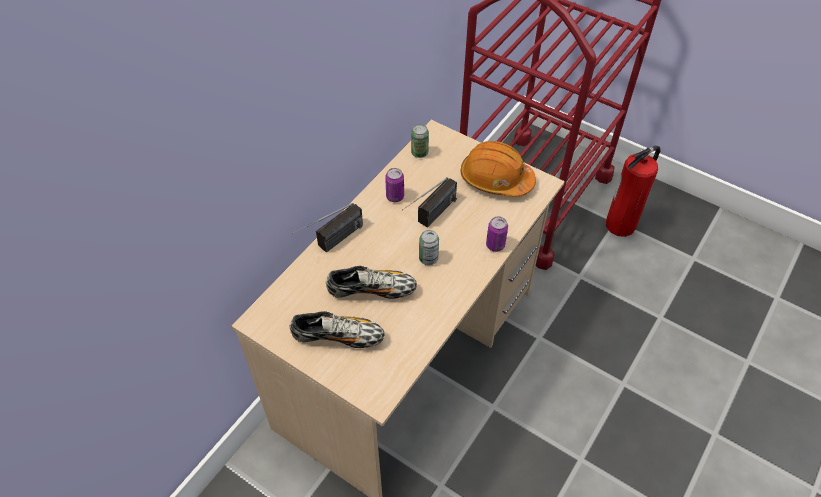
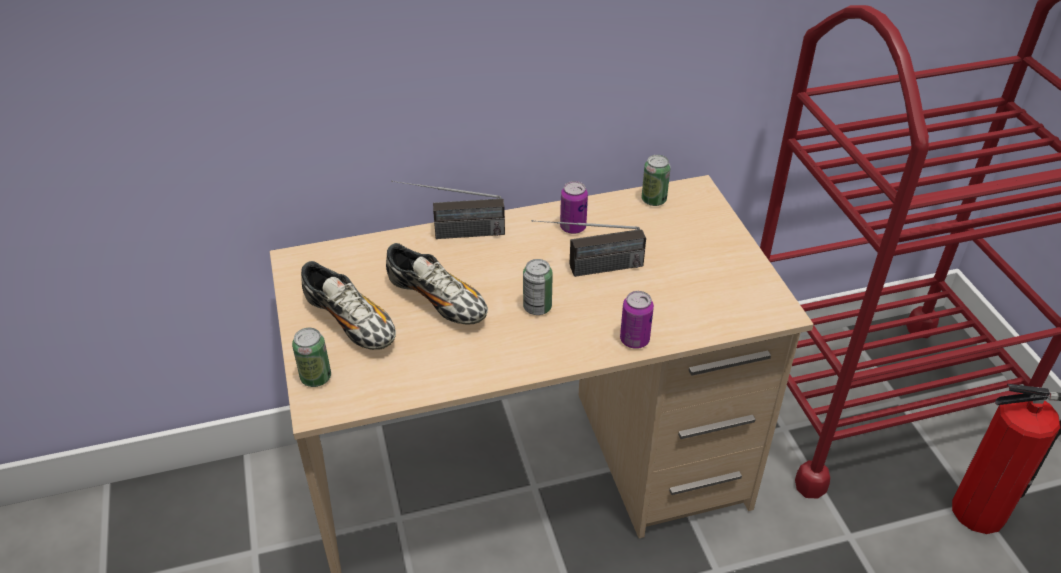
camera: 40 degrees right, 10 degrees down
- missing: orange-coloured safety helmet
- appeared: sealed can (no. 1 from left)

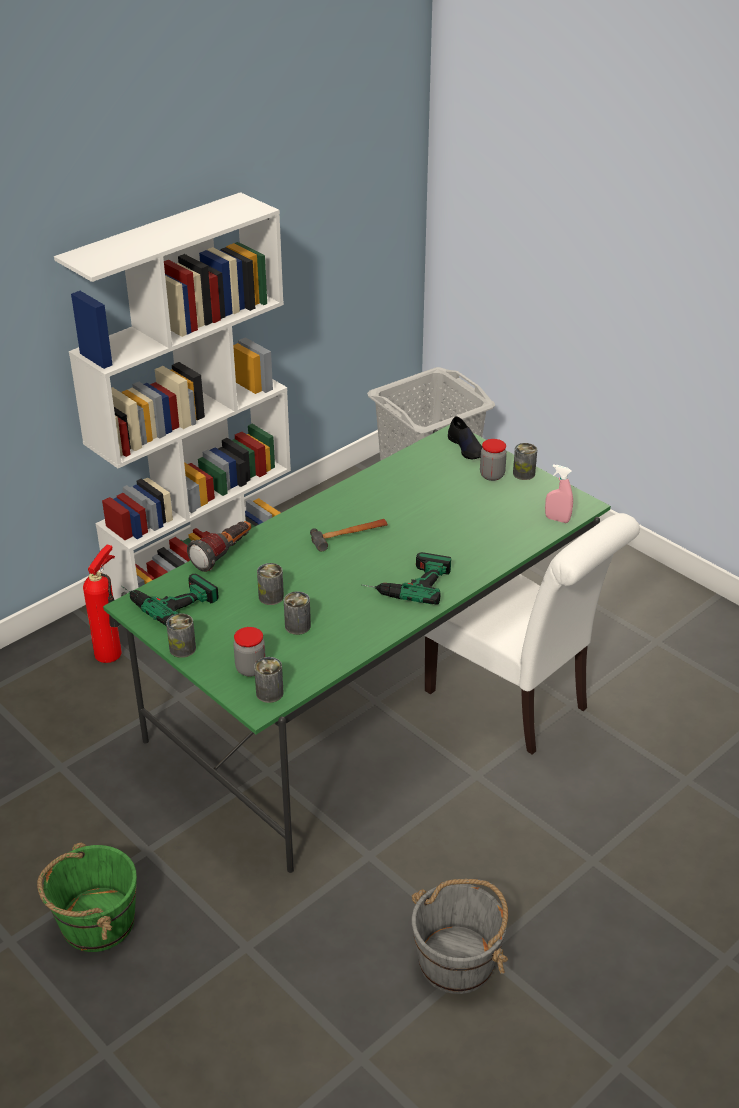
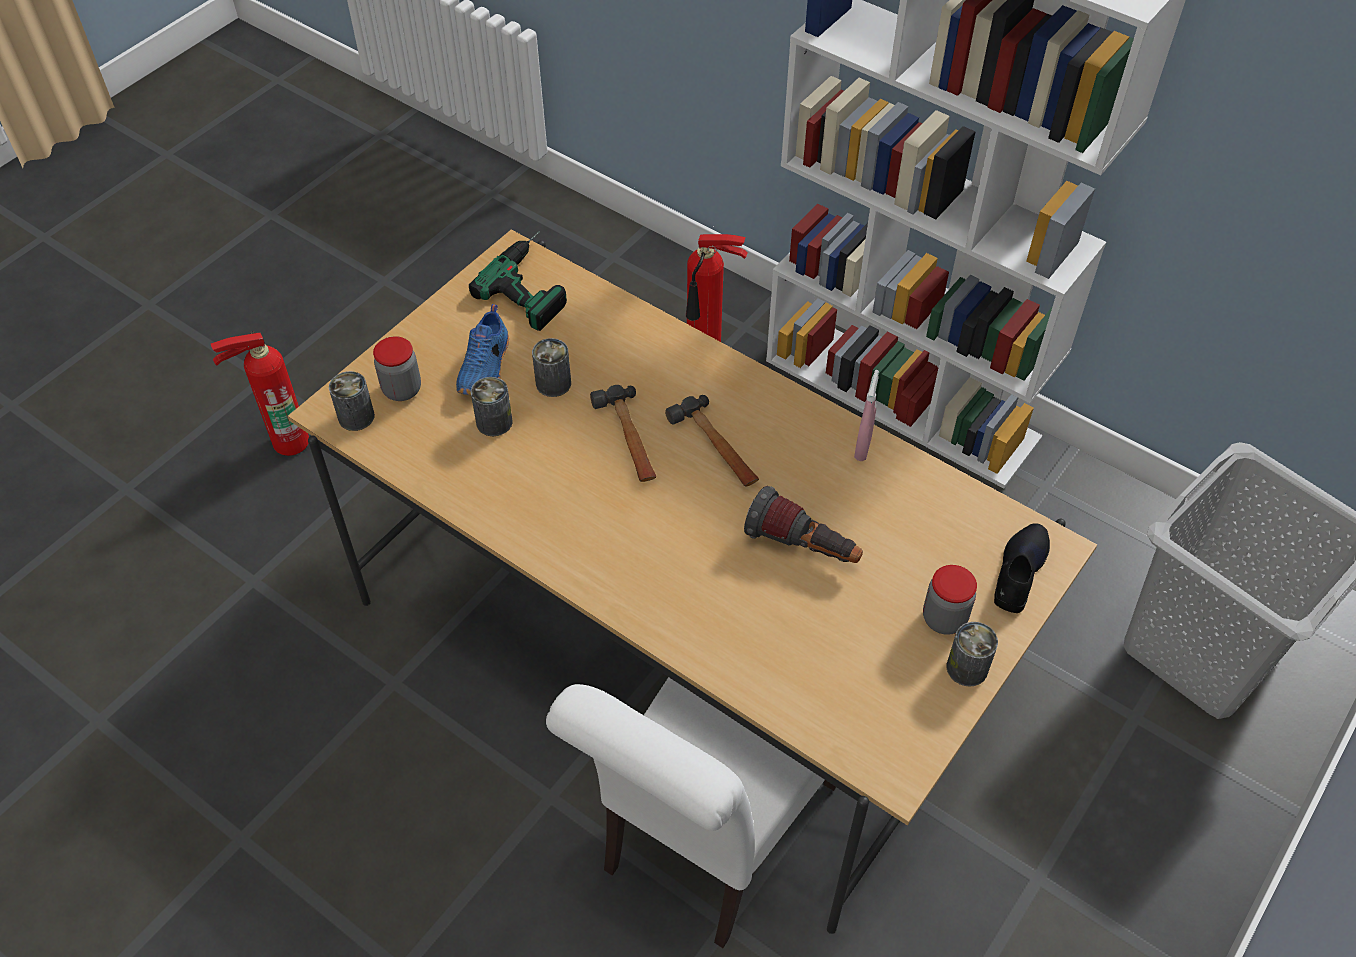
camera: 80 degrees right, 15 degrees up
- missing: sealed can (no. 1 from left)
- missing: electric drill (no. 2 from left)
- missing: grey bucket
- appeared: bluish shoe
- appeared: hand hammer (no. 1 from left)
- relocated: torch
- relocated: pink-coloured hand sprayer
- exchanged: greenish bucket to extinguisher (no. 1 from left)
- colour: greenish dinner table to beige dinner table
- spun: black shoe 150 degrees clockwise

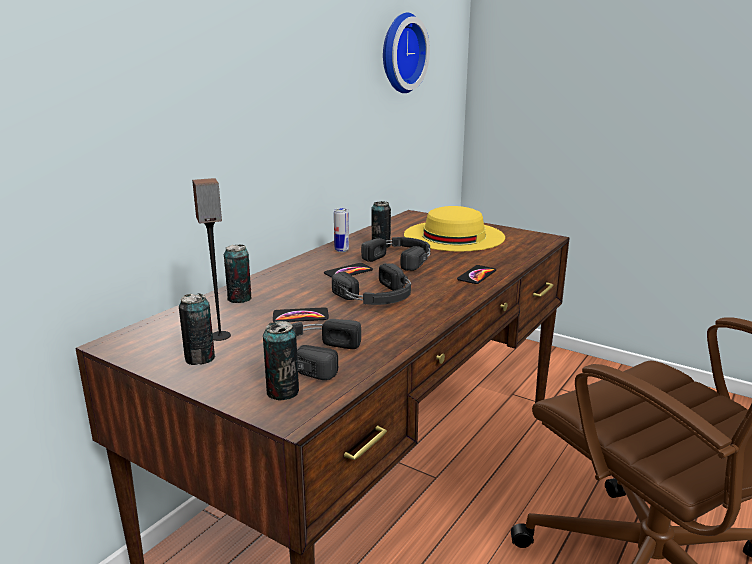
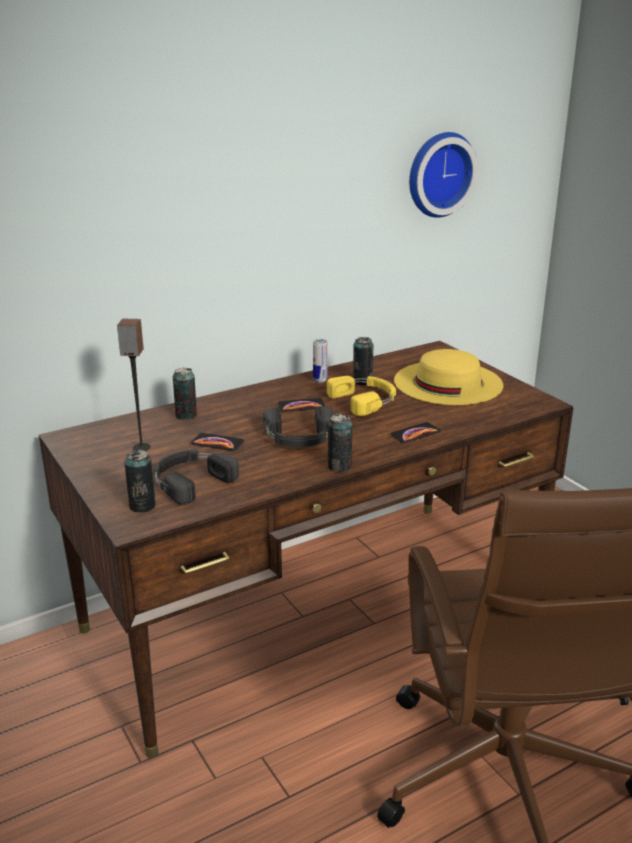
camera: 25 degrees right, 5 degrees up
- relocated: sealed can (no. 1 from left in the first image) to sealed can (no. 4 from left)
- colour: black pair of headphones (no. 3 from left) to yellow pair of headphones

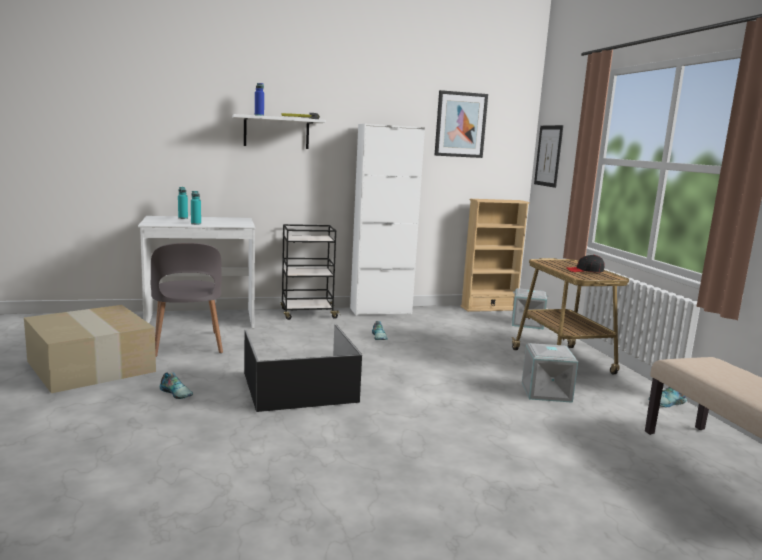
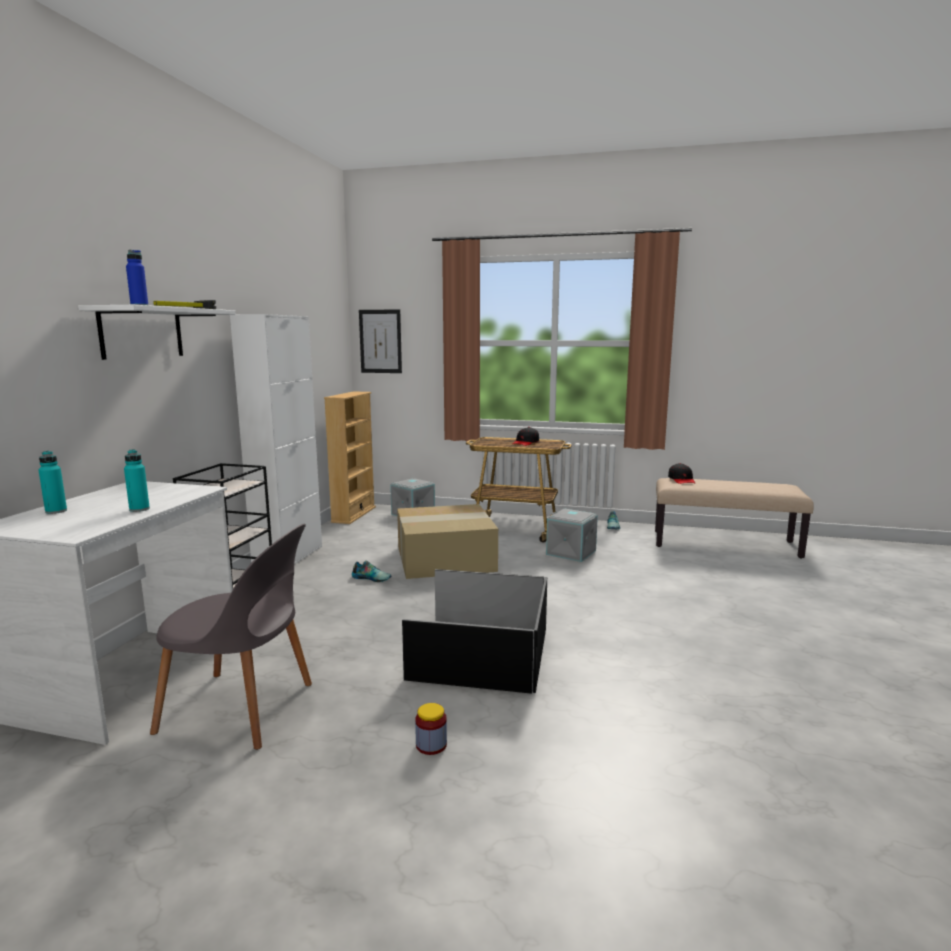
camera: 60 degrees left, 0 degrees up
- missing: wall art (no. 1 from left)
- appeared: black baseball cap (no. 2 from left)
- relocated: carton
- exchanged: shoe (no. 1 from left) to storage jar

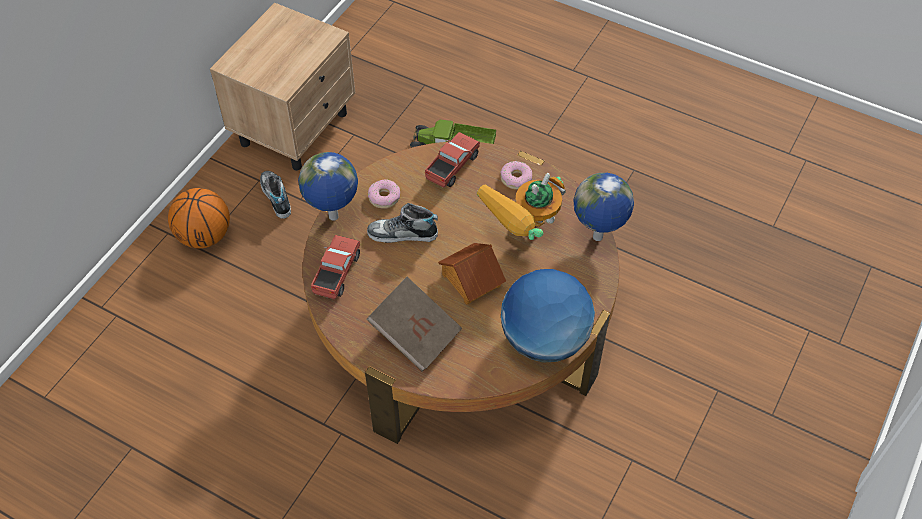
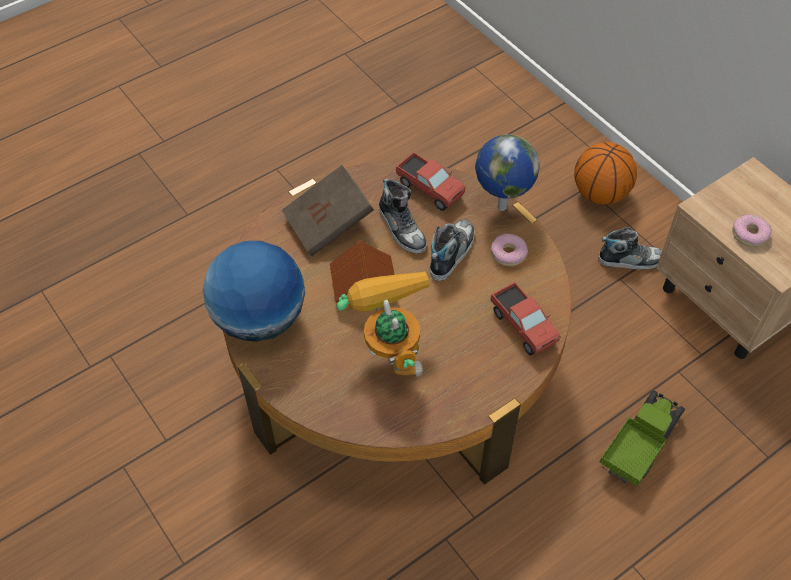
camera: 115 degrees right, 0 degrees up
- missing: world globe (no. 3 from left)
- appeared: shoe (no. 1 from left)
- relocated: donut (no. 2 from left)

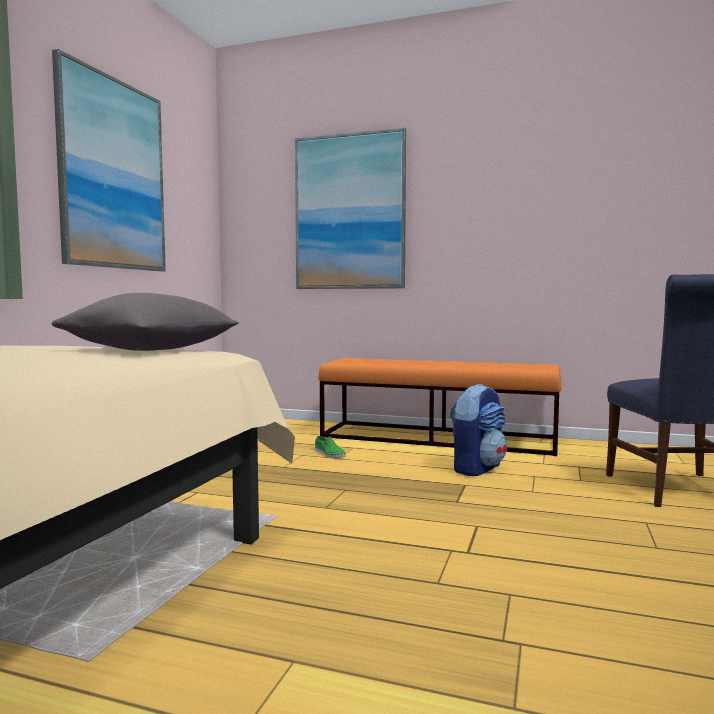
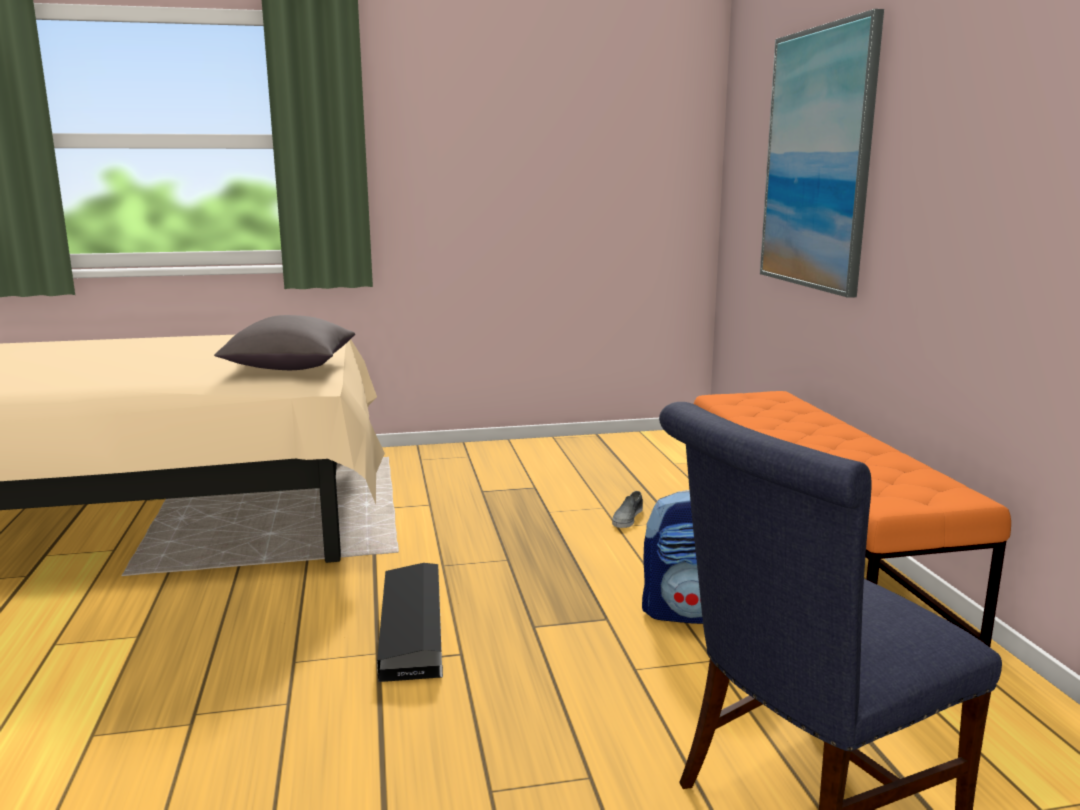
camera: 60 degrees right, 10 degrees up
- missing: wall art (no. 1 from left)
- appeared: black storage container
- colour: greenish shoe to grey shoe

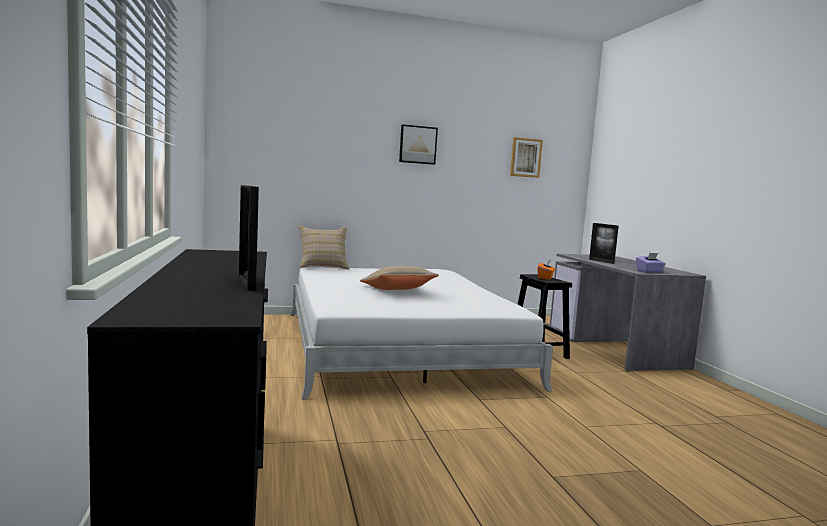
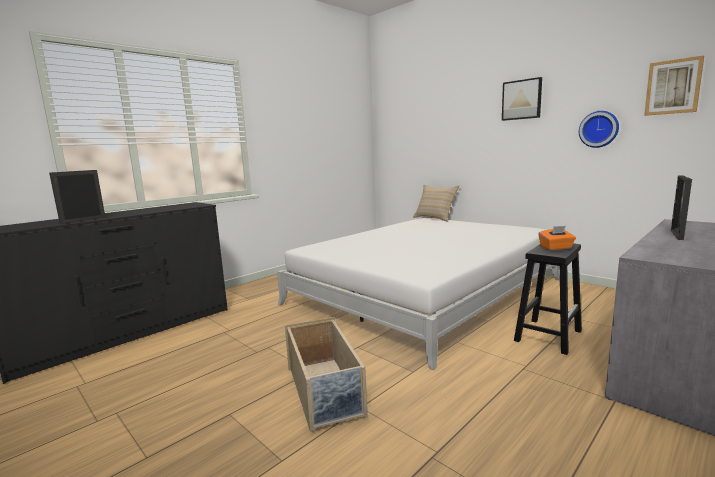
camera: 60 degrees right, 5 degrees up
- missing: beige pillow (no. 2 from left)
- missing: purple-coloured tissue box
- appeared: beige storage container
- appeared: clock on the wall

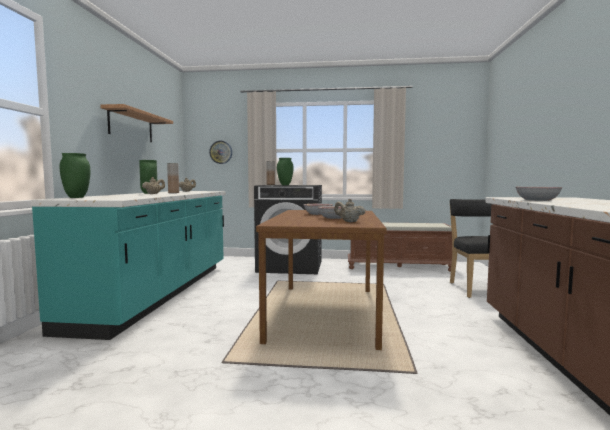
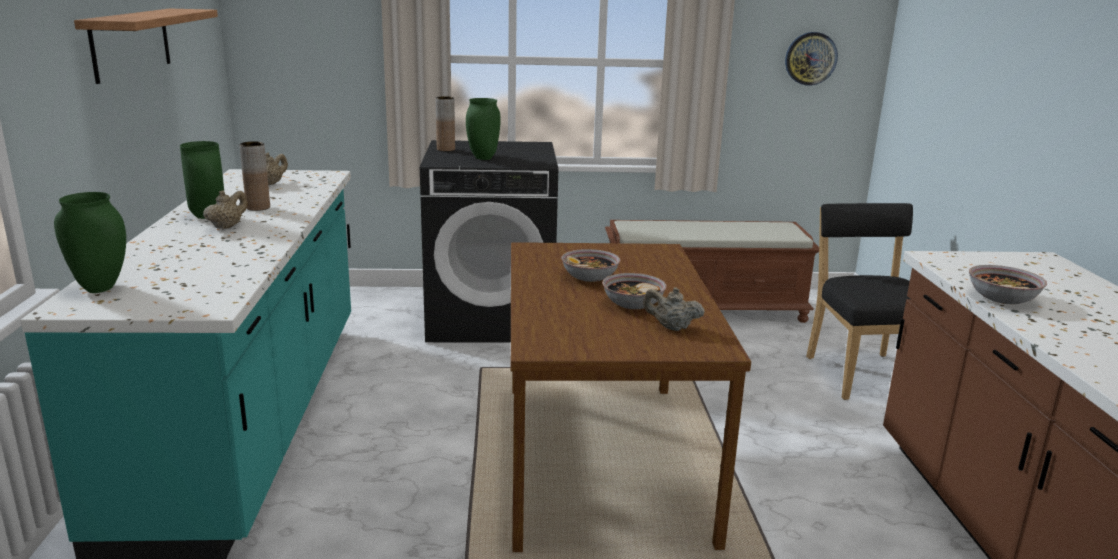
camera: 10 degrees left, 15 degrees up
- relocated: clock on the wall

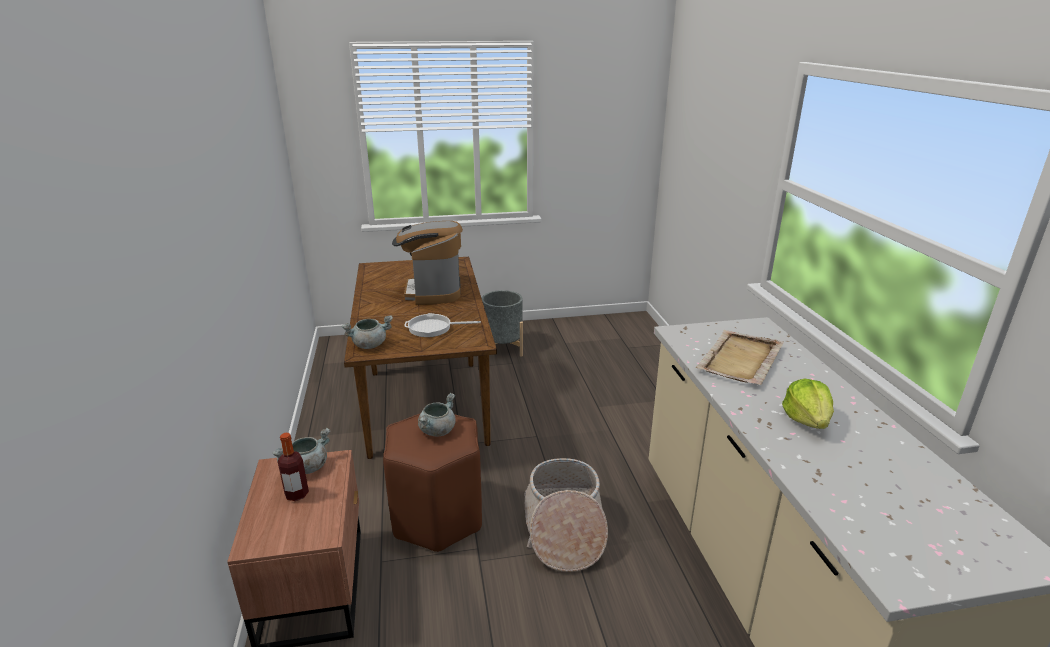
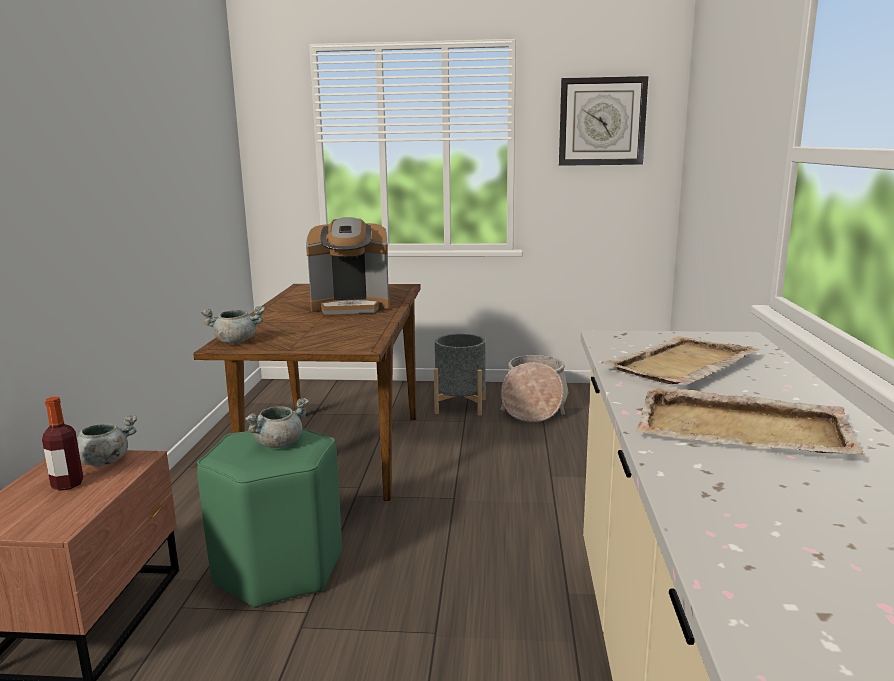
camera: 15 degrees right, 10 degrees down
- missing: skillet
- appeared: clock on the wall
- relocated: basket
- exchanged: head of lettuce to beige tray (no. 2 from left)
- colour: brown stool to greenish stool
- spun: coffee brewer 105 degrees counterclockwise

